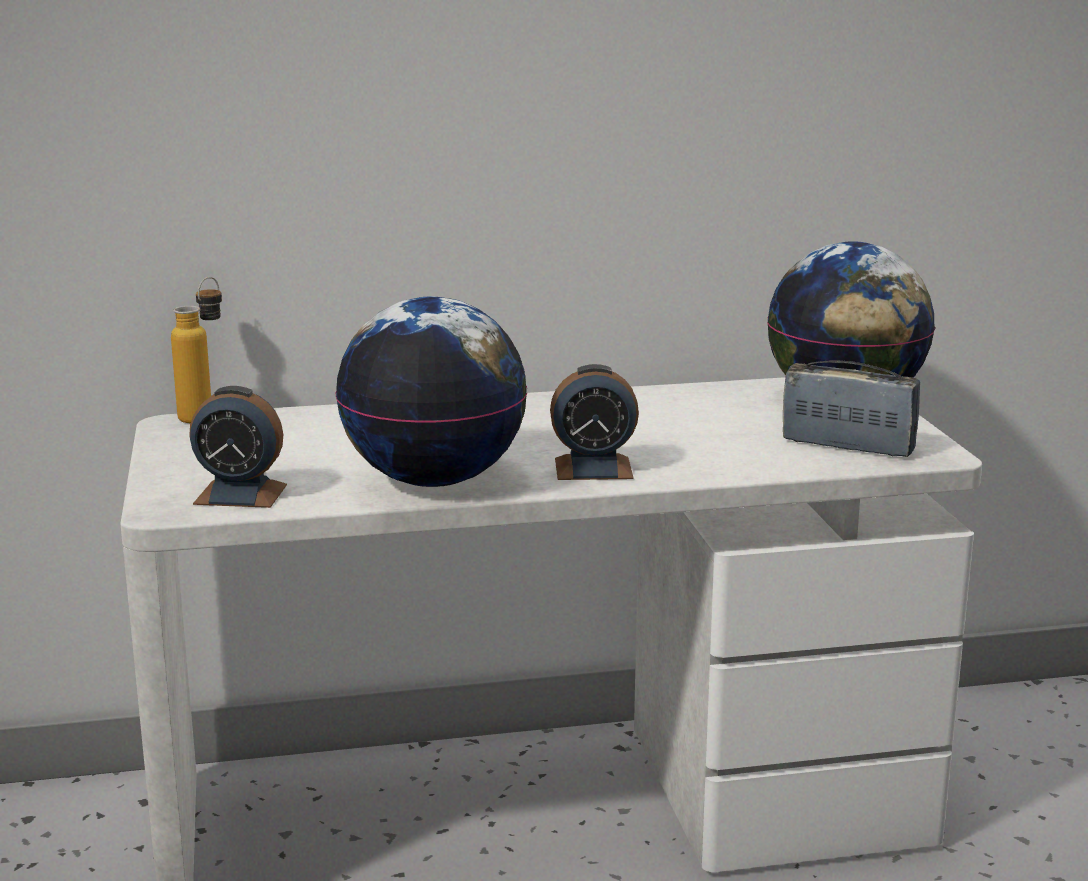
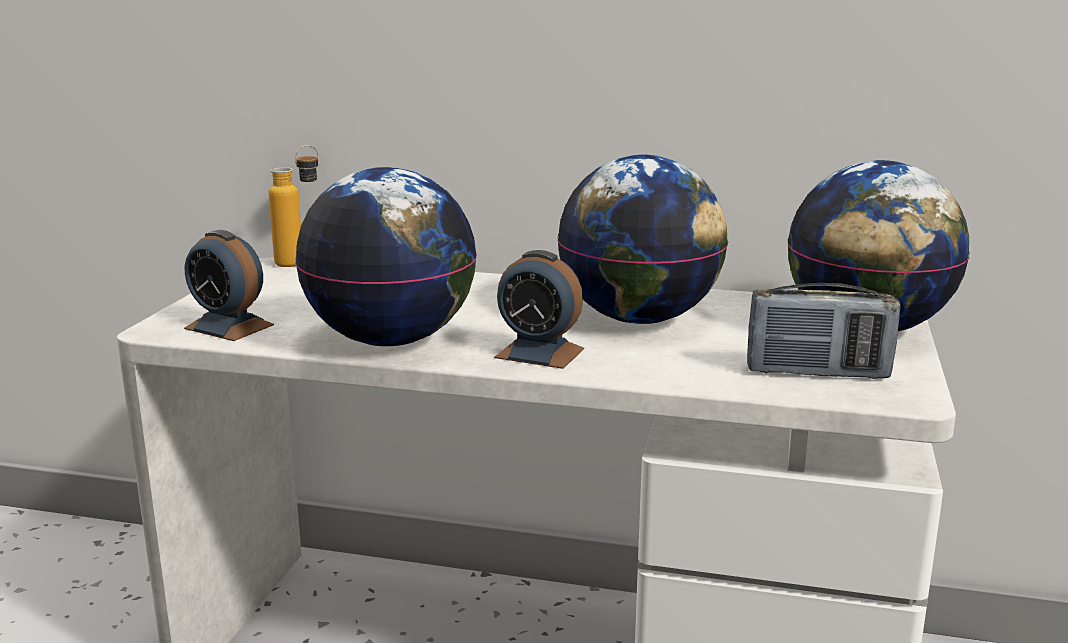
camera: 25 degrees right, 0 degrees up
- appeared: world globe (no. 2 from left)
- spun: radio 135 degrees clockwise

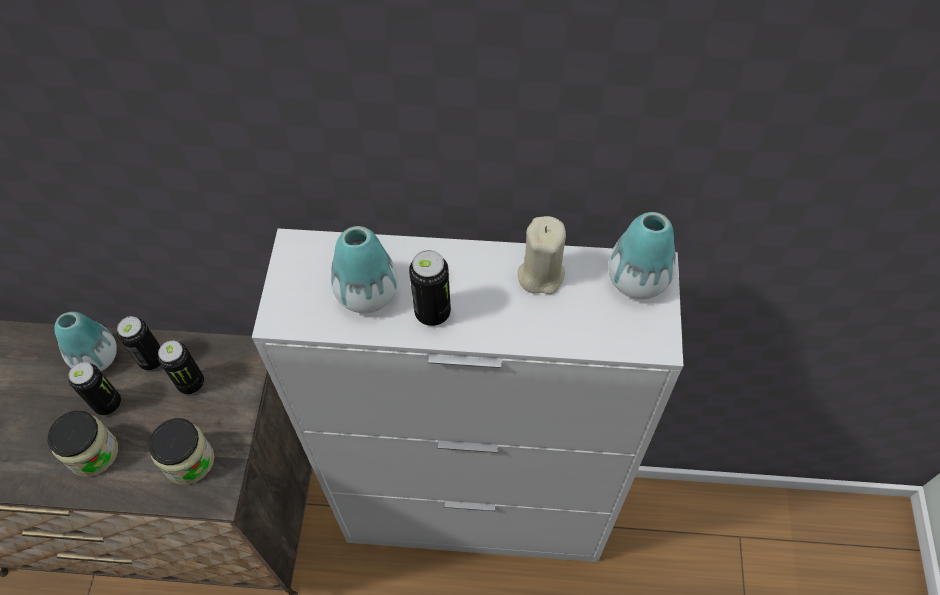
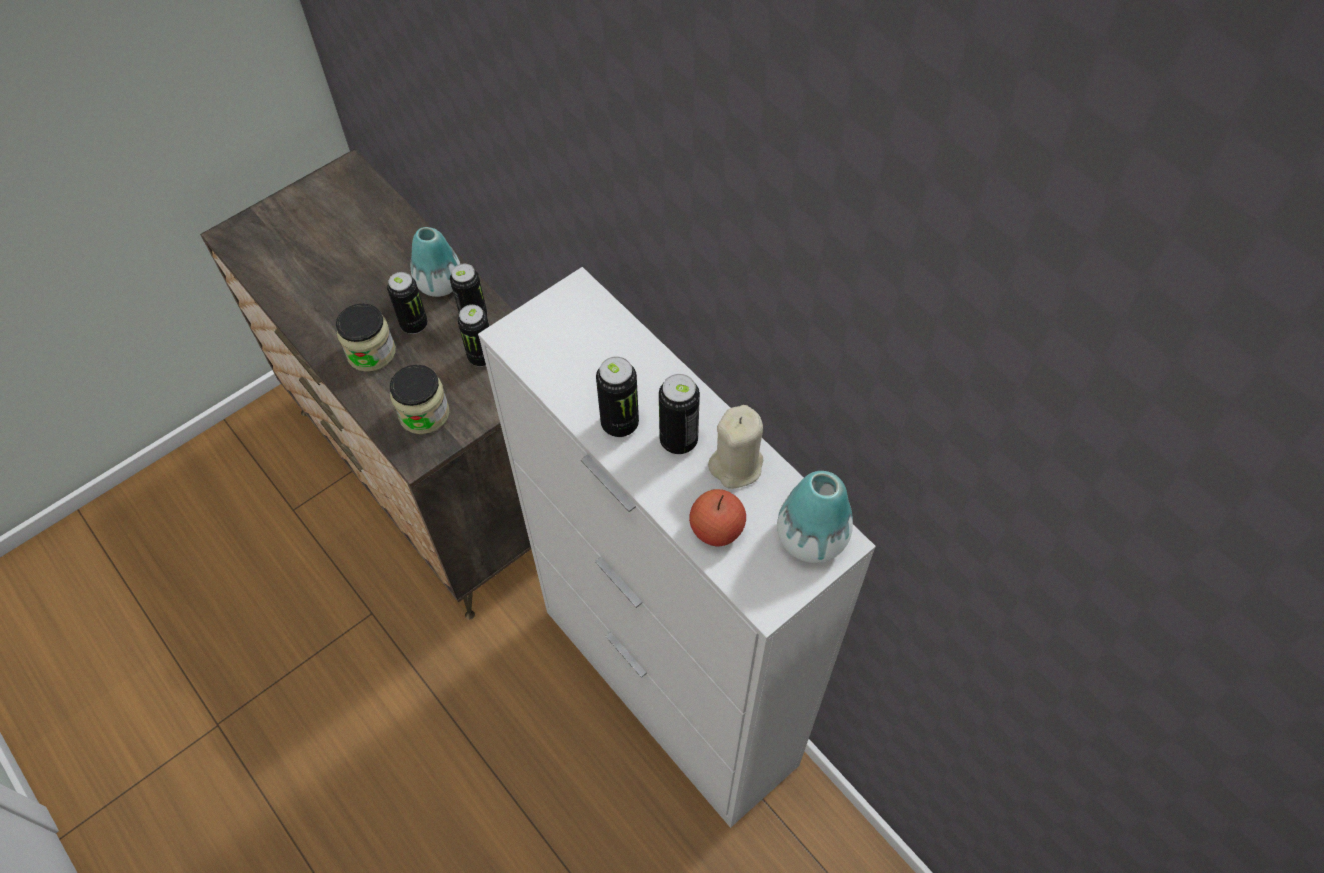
camera: 45 degrees right, 0 degrees up
- missing: vase (no. 2 from left)
- appeared: sealed can (no. 5 from left)
- appeared: apple

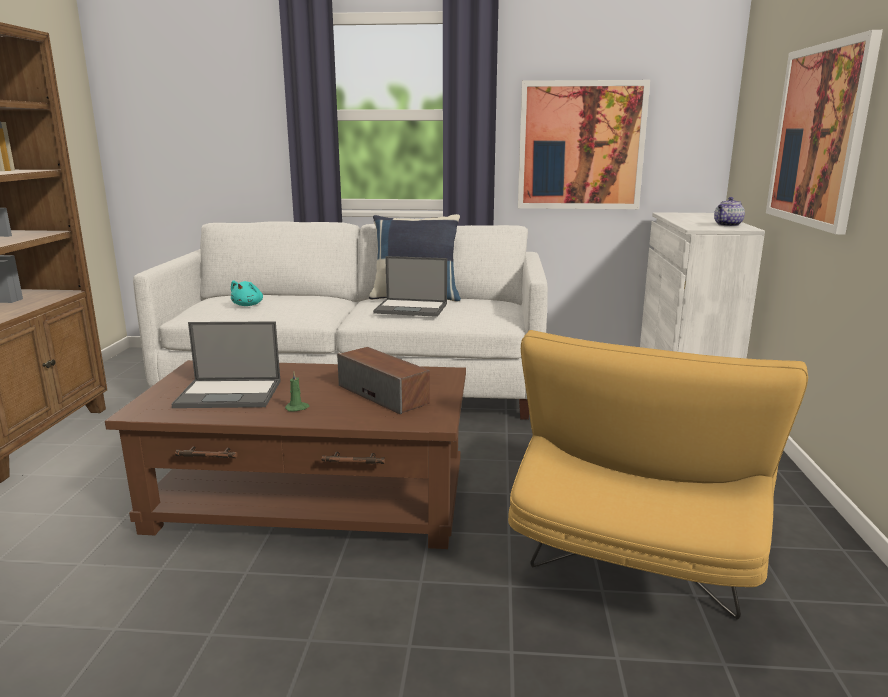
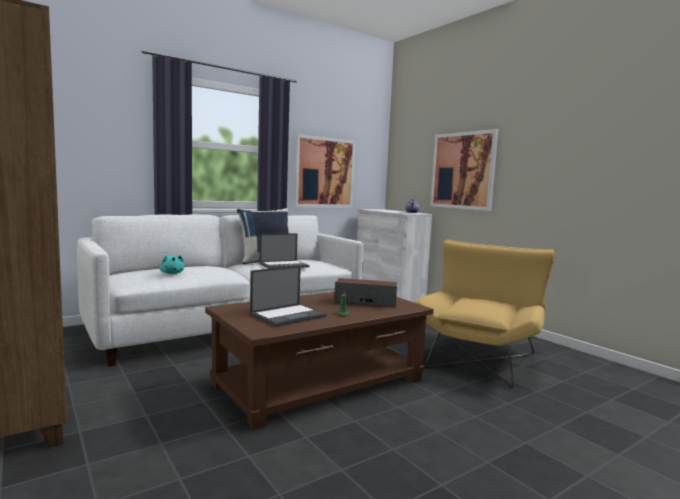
camera: 40 degrees left, 10 degrees down
- spun: yellow easy chair 135 degrees counterclockwise

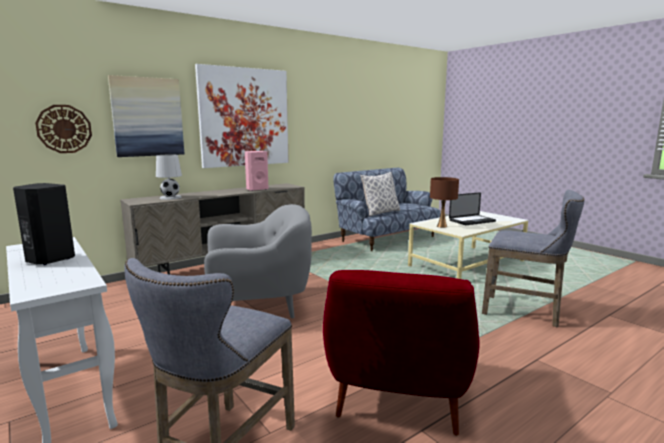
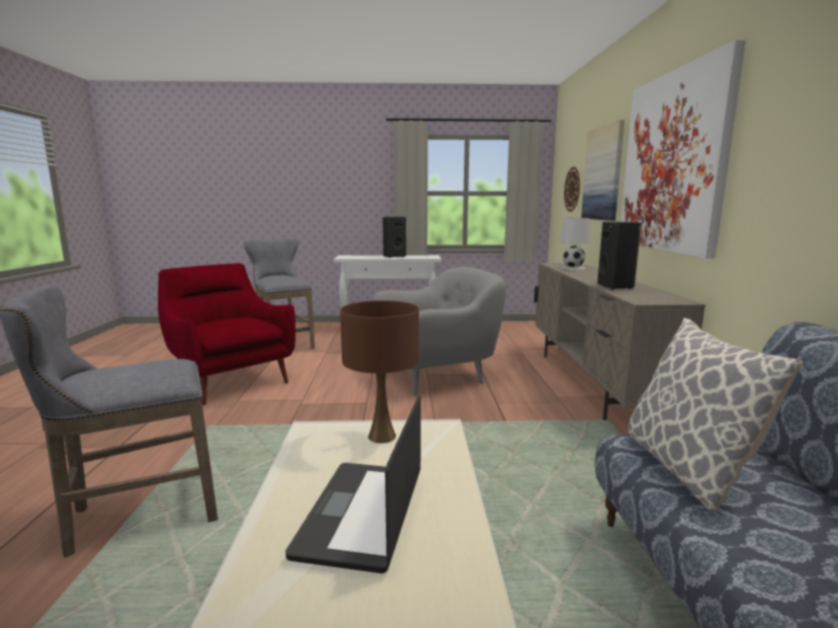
camera: 125 degrees right, 0 degrees up
- colour: pink-coloured loudspeaker to black loudspeaker (no. 2 from left)
- spun: grey easy chair 135 degrees counterclockwise

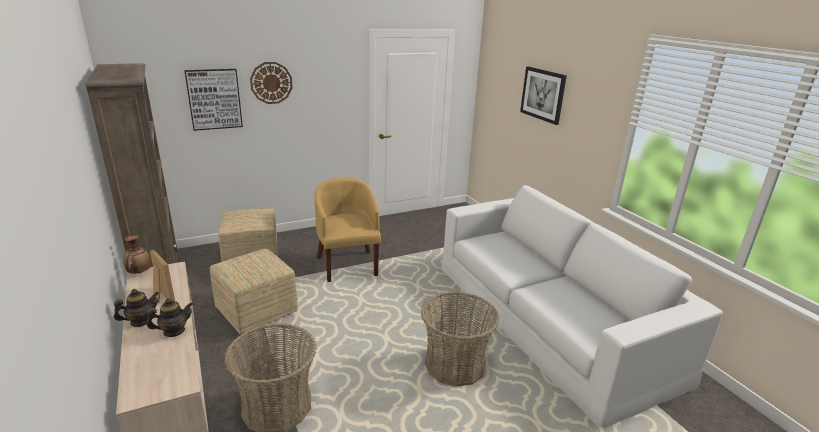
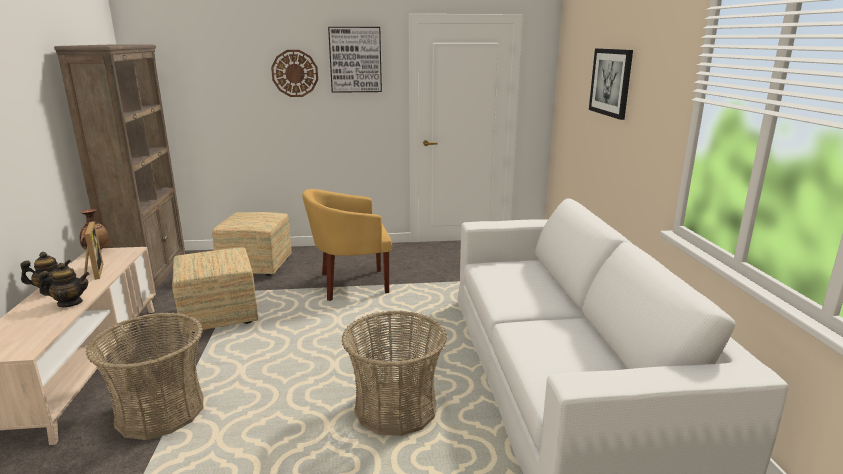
camera: 20 degrees right, 5 degrees down
- relocated: wall art (no. 1 from left)
- spun: yellow easy chair 105 degrees counterclockwise

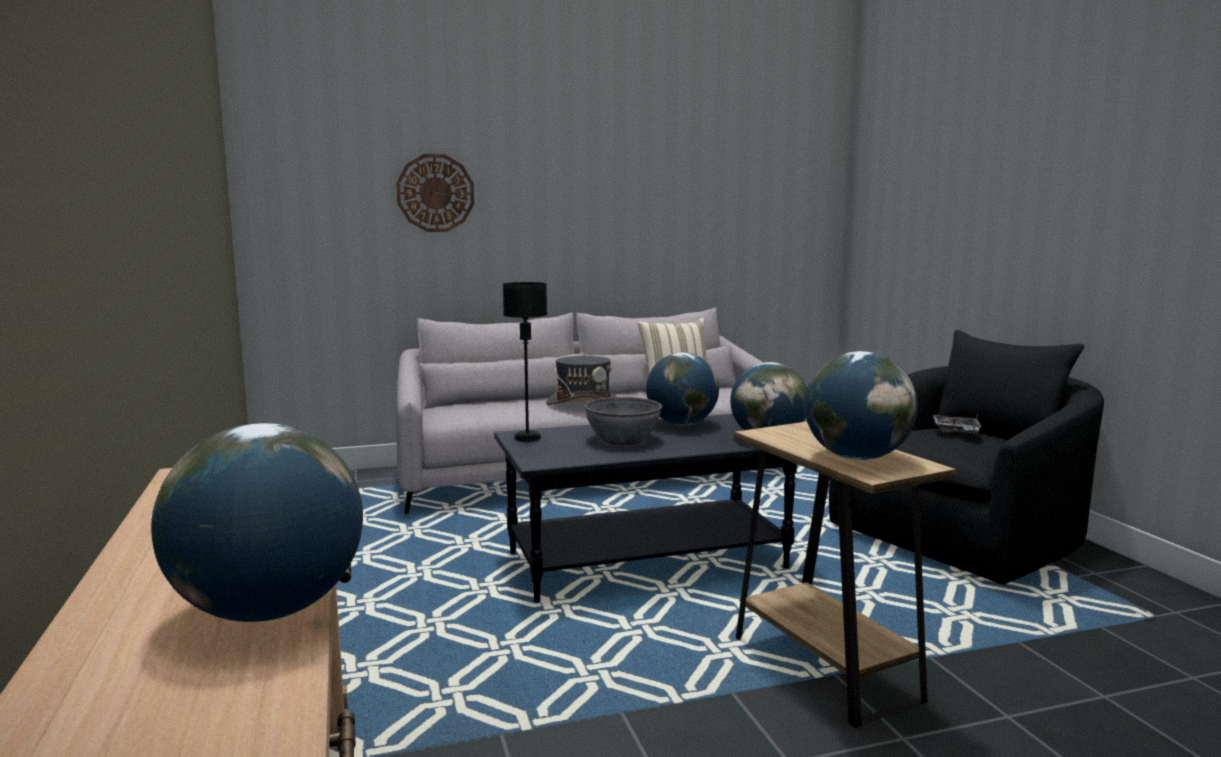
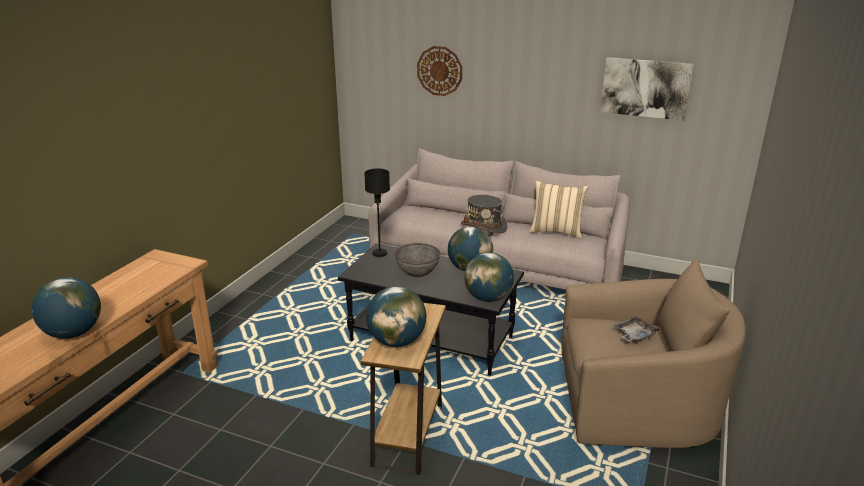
camera: 40 degrees right, 15 degrees up
- appeared: wall art
- colour: black easy chair to beige easy chair

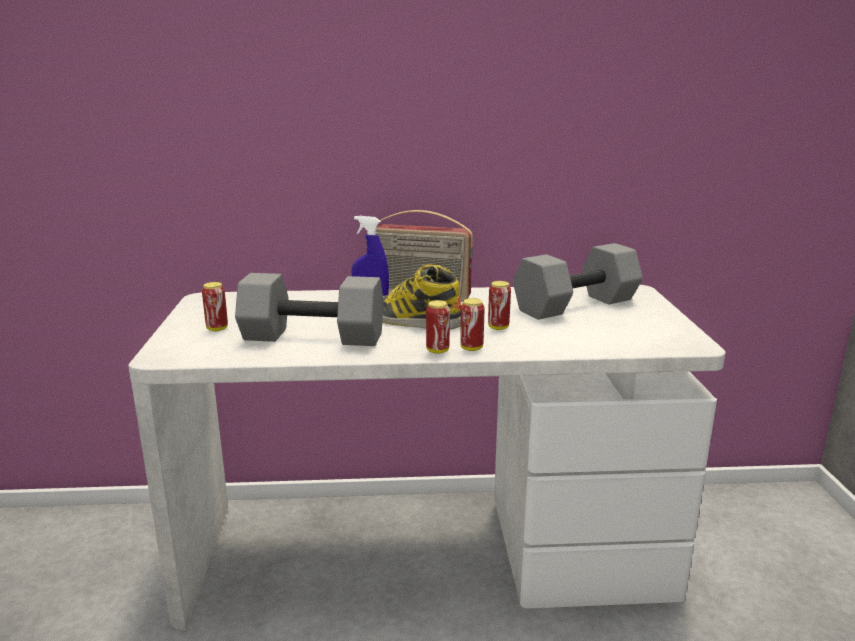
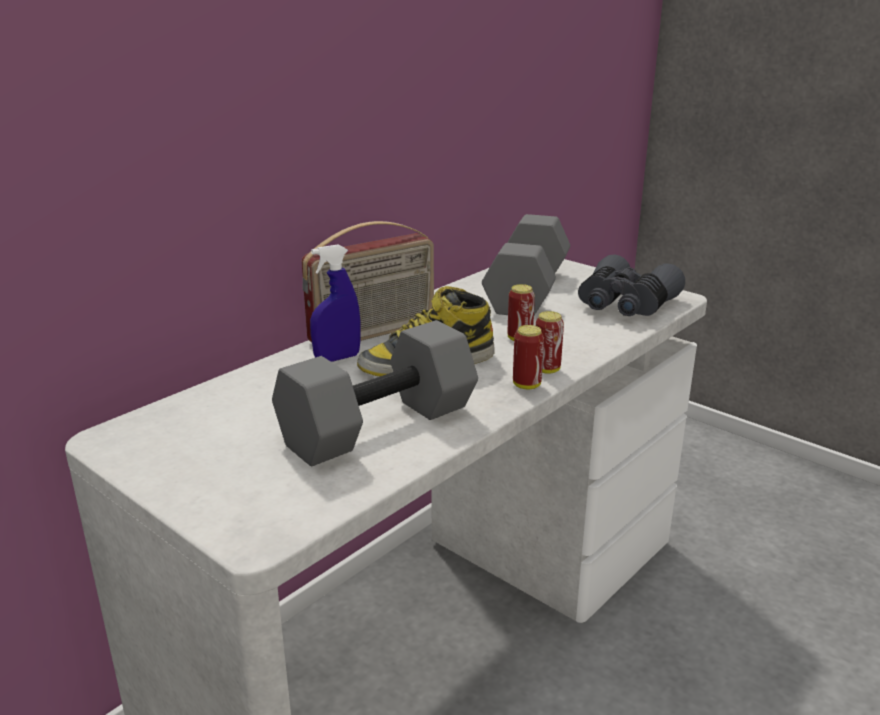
camera: 45 degrees left, 5 degrees up
- missing: sealed can (no. 1 from left)
- appeared: grey binoculars

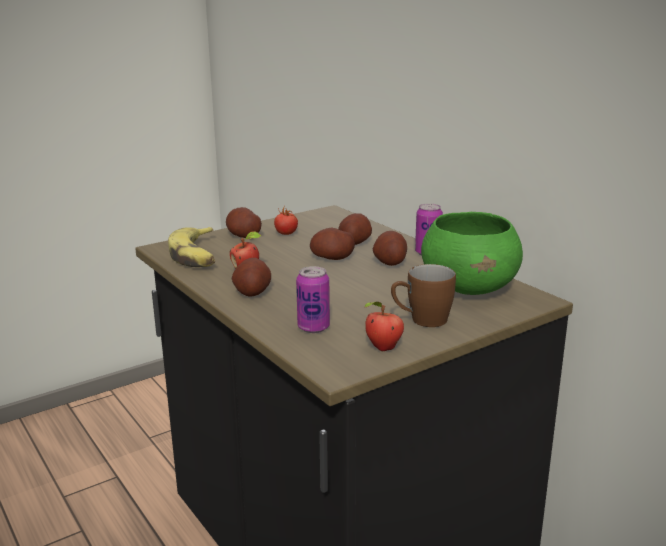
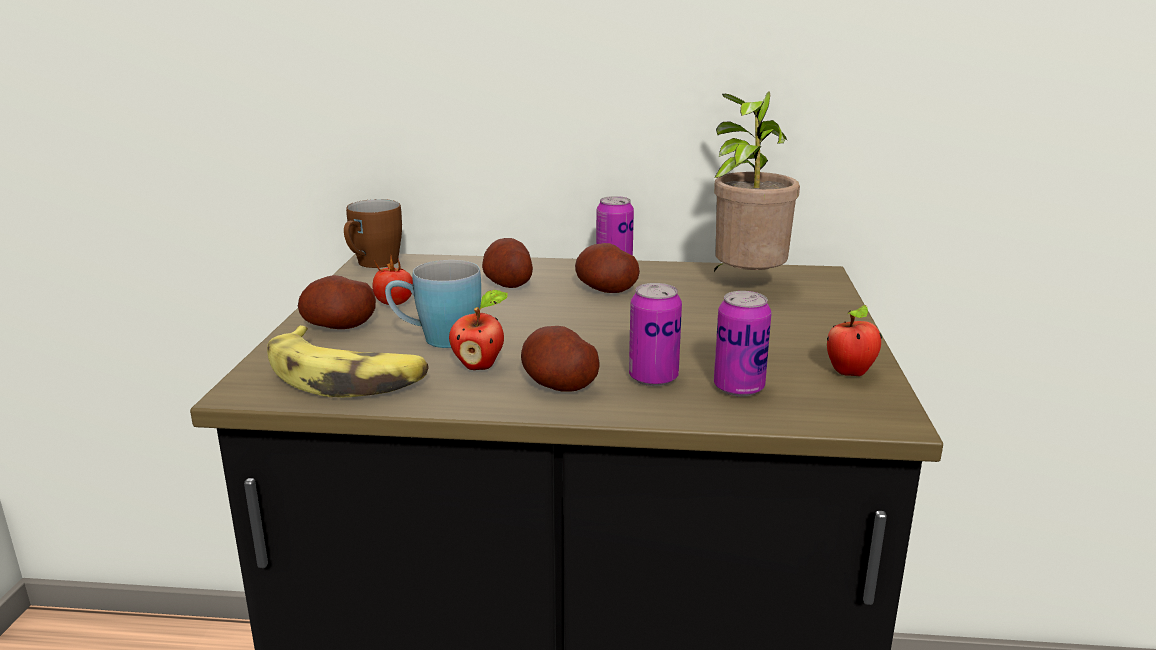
camera: 50 degrees left, 0 degrees up
- missing: spud (no. 3 from left)
- appeared: bluish coffee mug
- appeared: sealed can (no. 2 from left)
- relocated: brown coffee mug
- exchanged: greenish bowl to potted plant

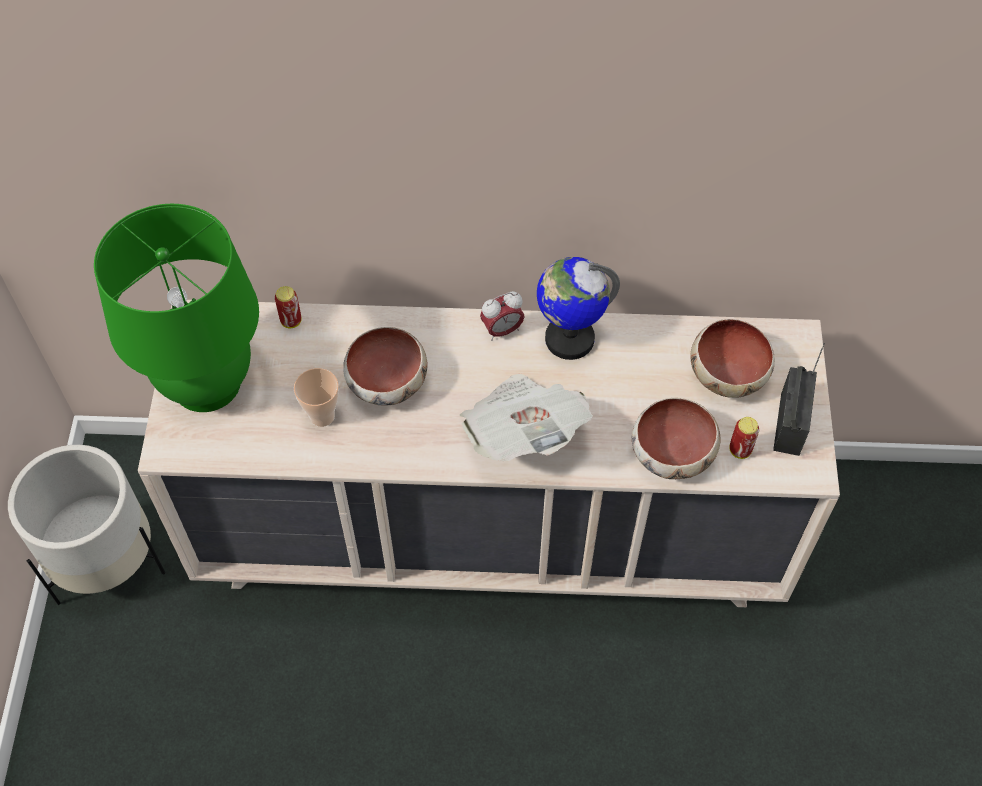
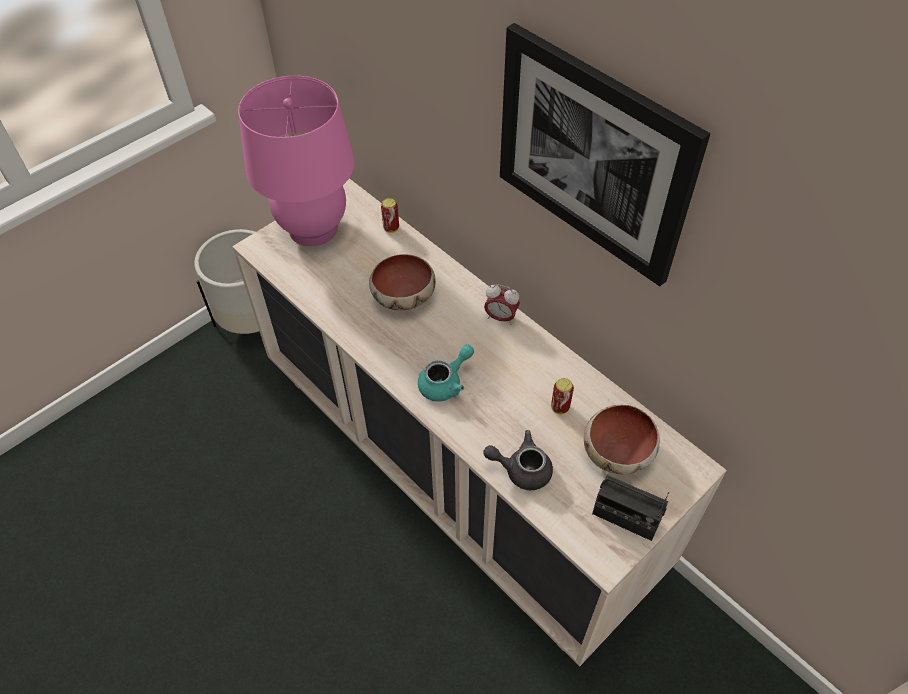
camera: 45 degrees right, 5 degrees down
- missing: cup
- missing: world globe
- appeared: wall art
- relocated: sealed can (no. 2 from left)
- exchanged: newspaper to turquoise-coloured teapot
- exchanged: bowl (no. 2 from left) to grey teapot
- colour: greenish table lamp to pink-coloured table lamp
- spun: radio 60 degrees clockwise

